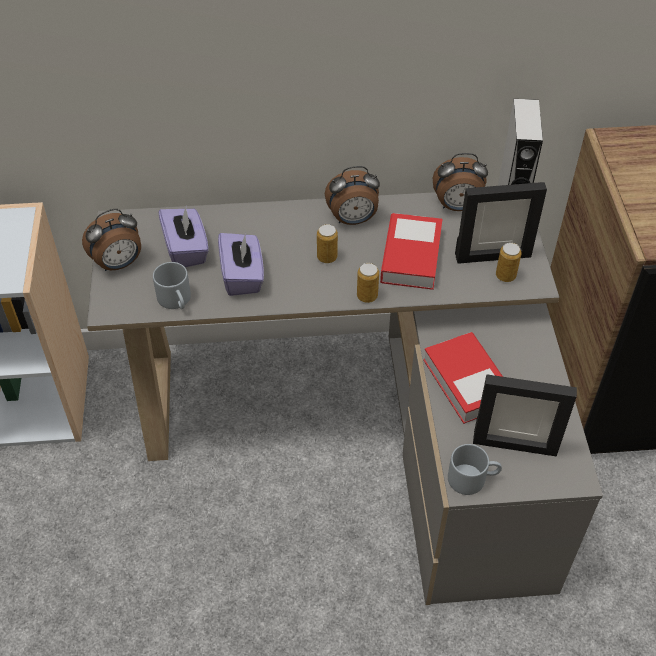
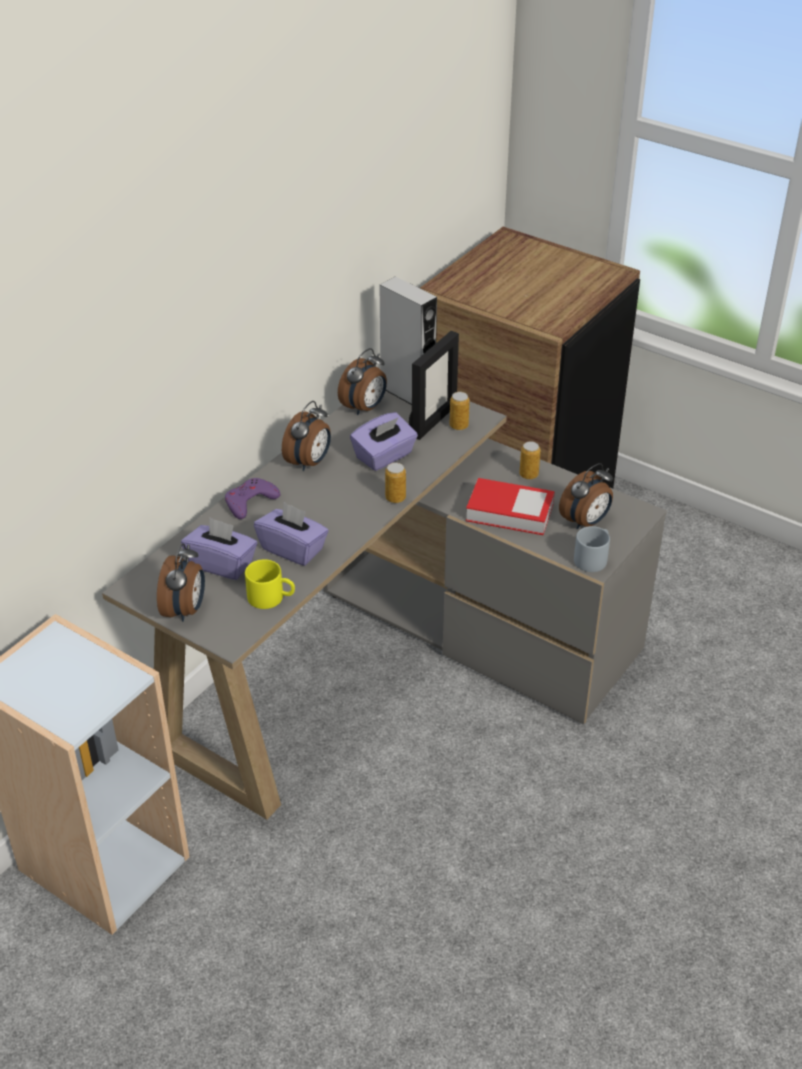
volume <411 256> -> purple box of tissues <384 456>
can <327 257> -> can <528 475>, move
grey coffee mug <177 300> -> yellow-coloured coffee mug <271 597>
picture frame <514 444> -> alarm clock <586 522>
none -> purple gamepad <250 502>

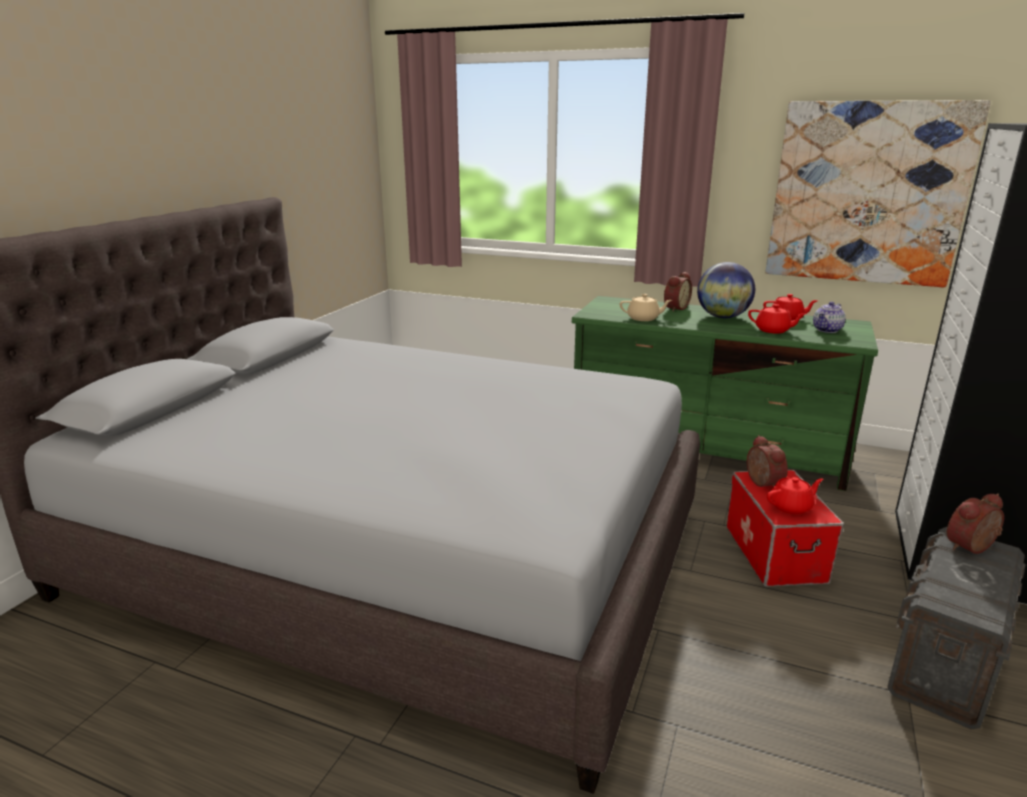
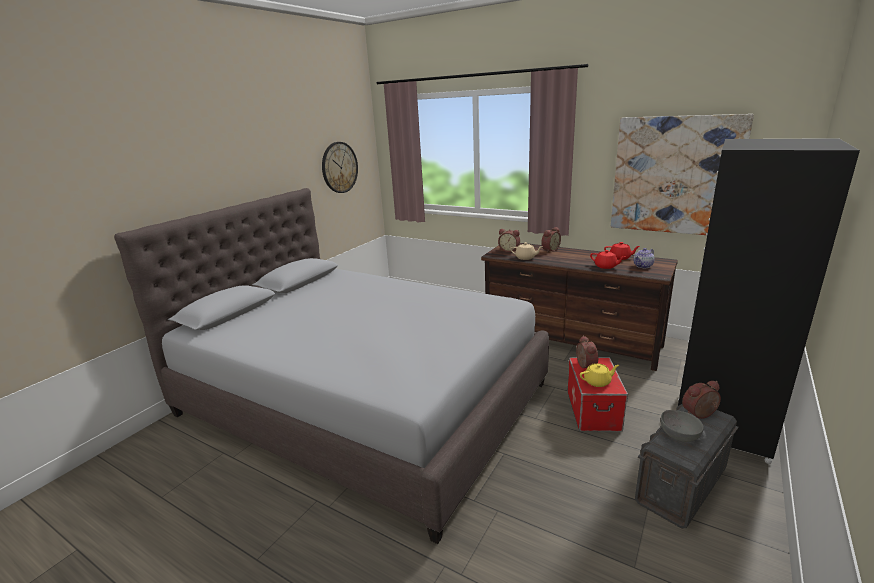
globe <722 317> -> none
greenish chest of drawers <706 450> -> brownish chest of drawers <571 340>
reddish teapot <791 507> -> yellow-coloured teapot <598 382>
none -> wall clock <339 167>
none -> alarm clock <509 250>
none -> grey serving bowl <678 435>

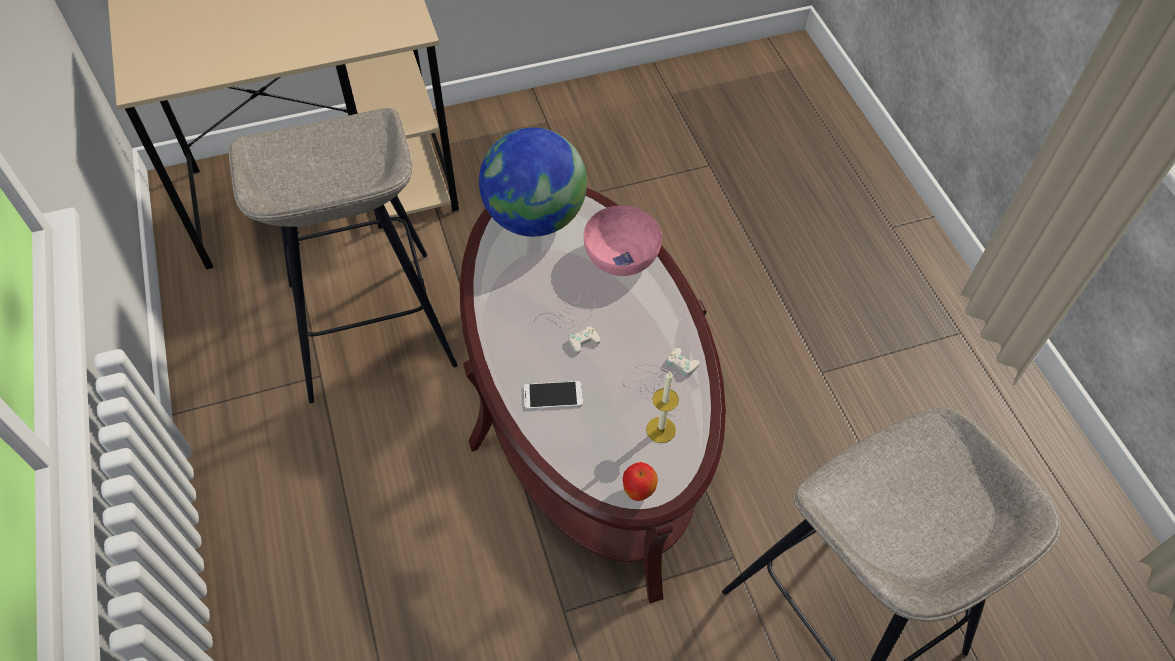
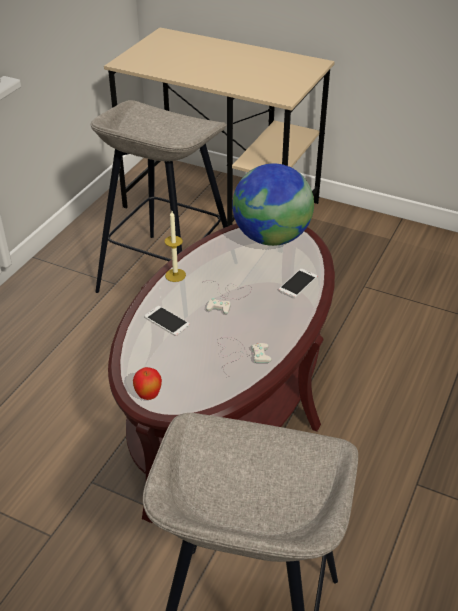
pinkish serving bowl <622 256> -> handset <298 283>
wax light <661 430> -> wax light <175 275>, move

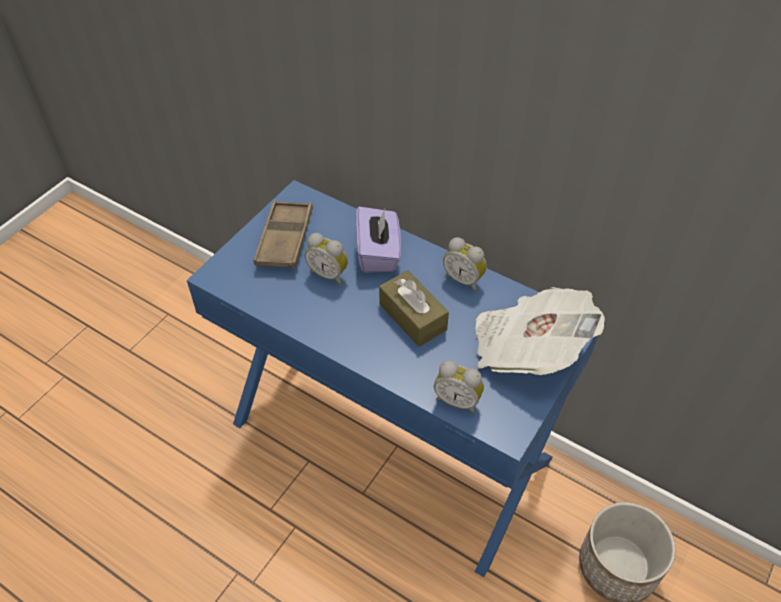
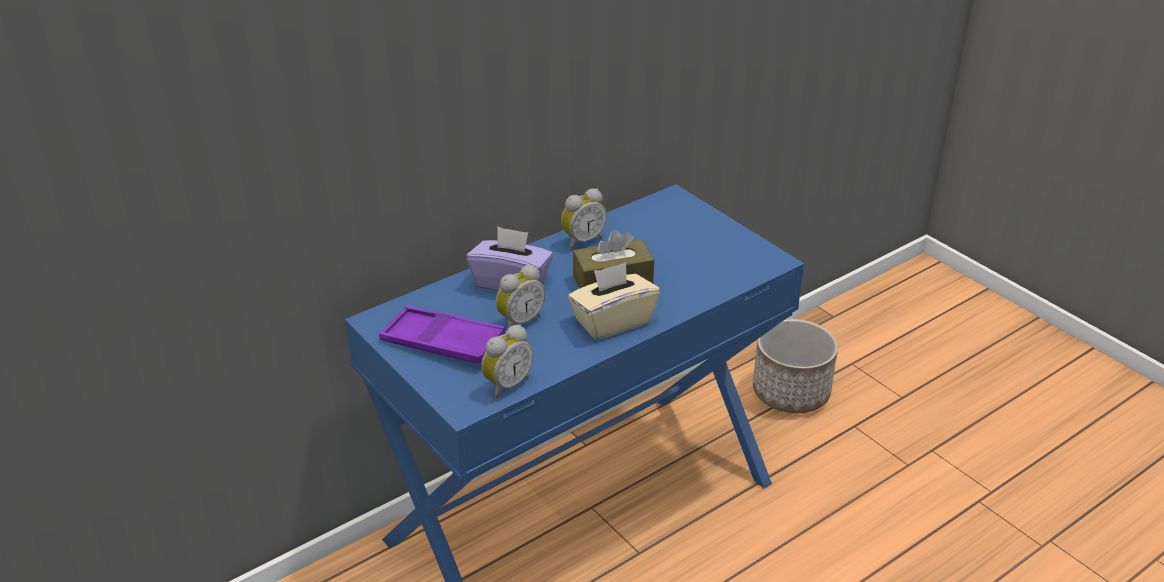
brownish carrying tray <285 239> -> purple carrying tray <442 342>
daily paper <528 348> -> none
alarm clock <458 400> -> alarm clock <506 384>, move
none -> beige box of tissues <612 321>

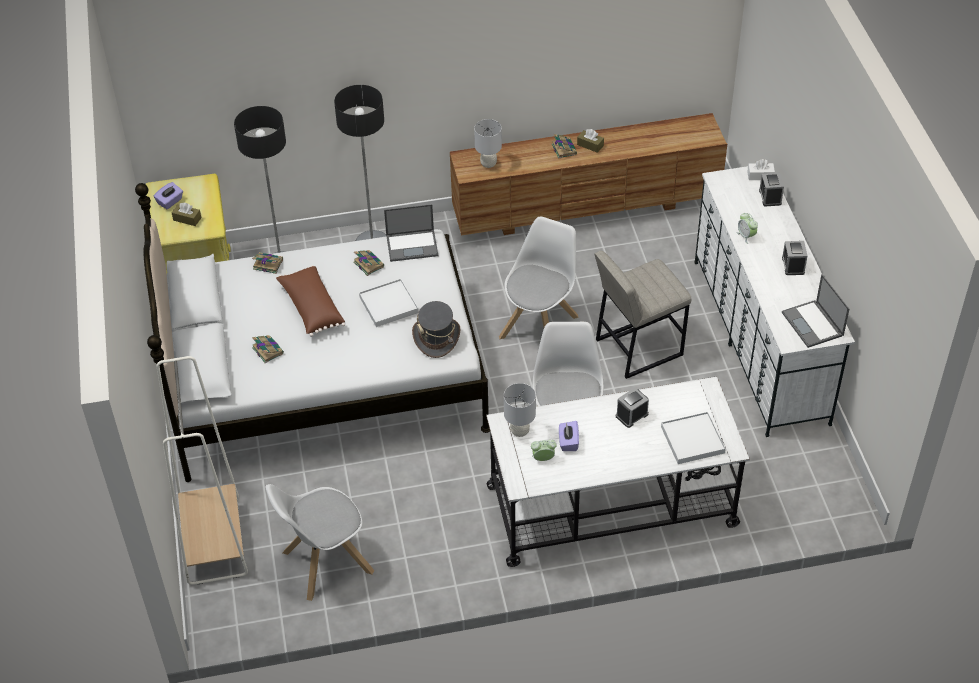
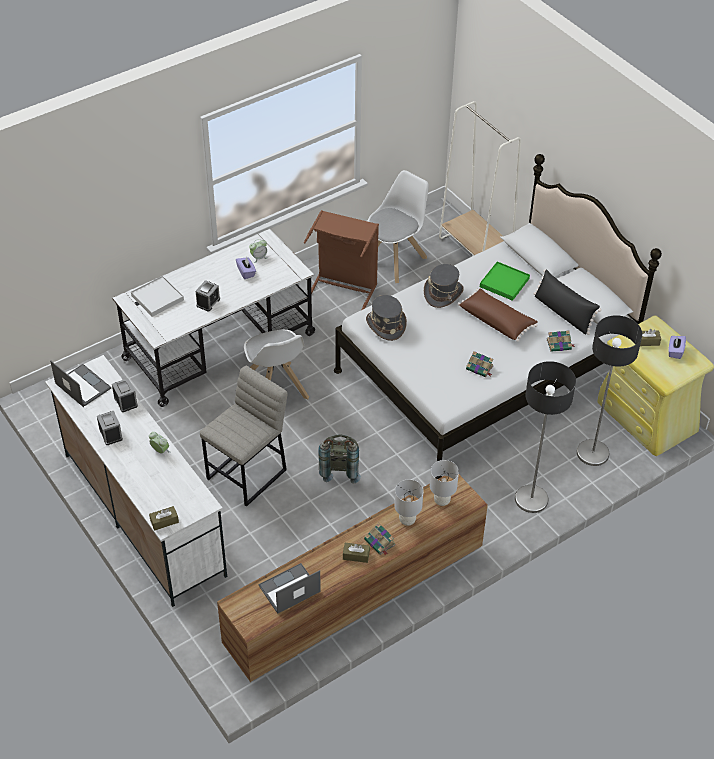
whitish box of tissues <760 175> -> brownish box of tissues <164 521>
alarm clock <770 197> -> alarm clock <125 401>, move
notebook computer <412 245> -> notebook computer <289 589>, move
plain chair <540 325> -> grey knapsack <339 468>
whitish carrying tray <389 305> -> none
volume <267 350> -> greenish carrying tray <504 282>
grey tabletop lamp <520 431> -> grey tabletop lamp <406 521>, move
none -> brownish washing basket <343 288>
none -> grey hat <443 293>
none -> black cushion <563 313>

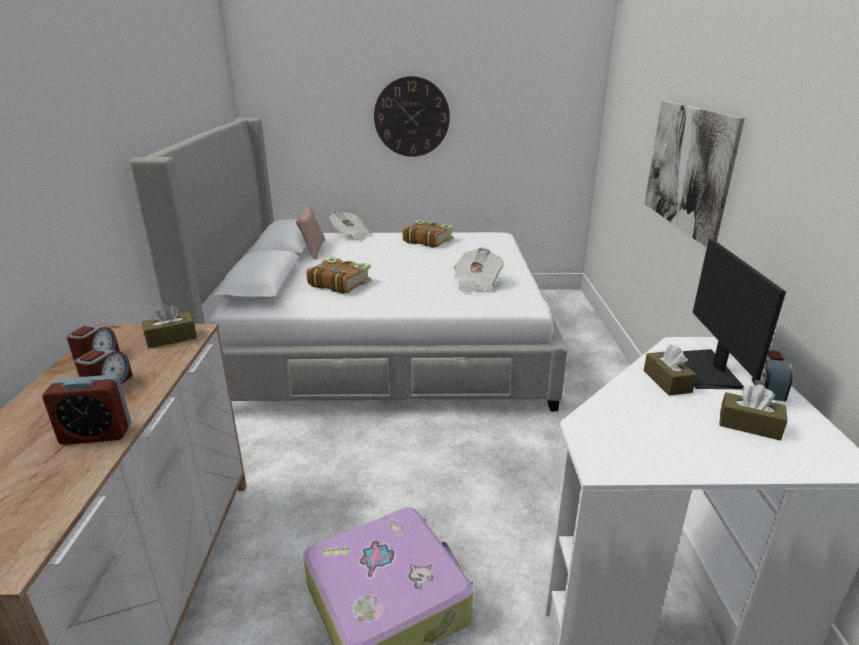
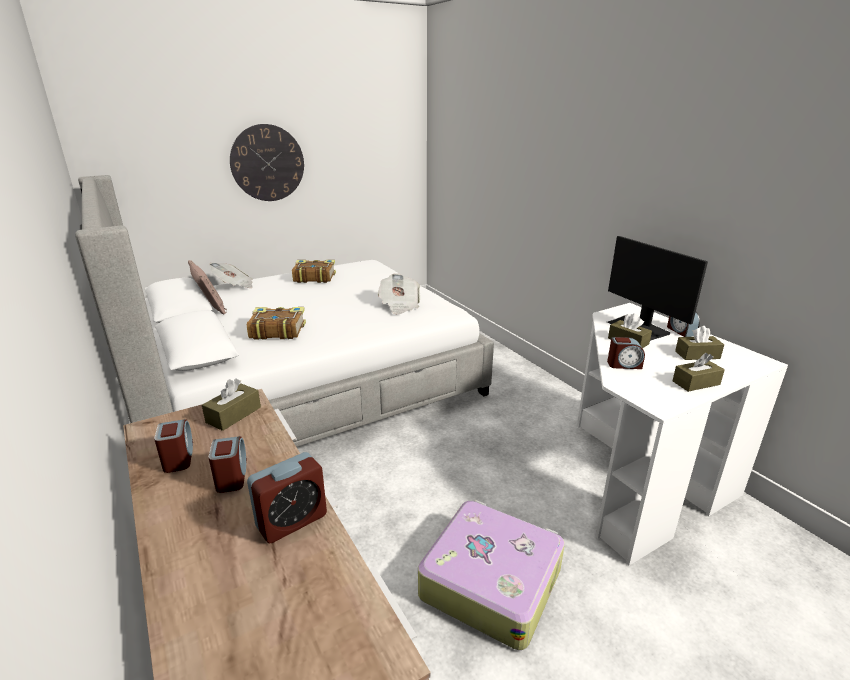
wall art <687 168> -> none
none -> alarm clock <624 364>
none -> brownish box of tissues <696 383>

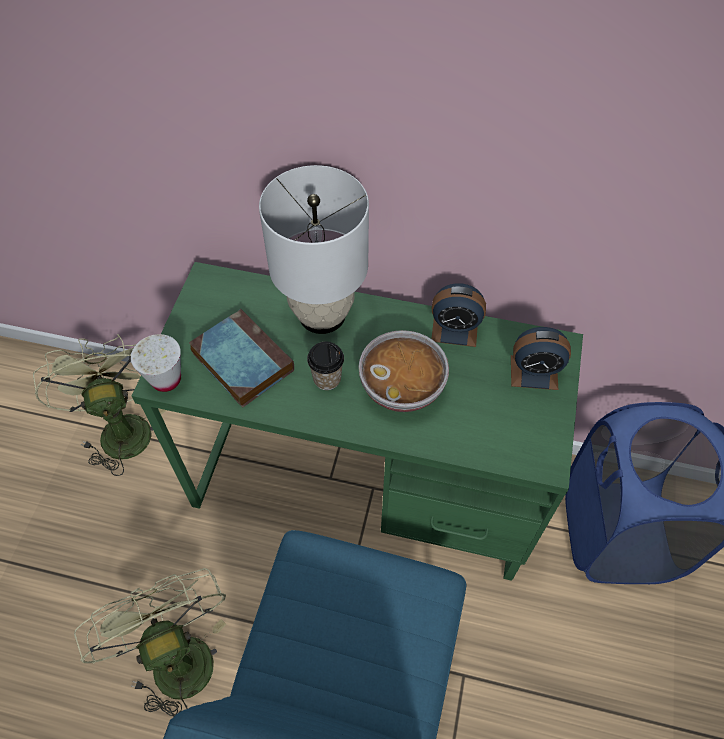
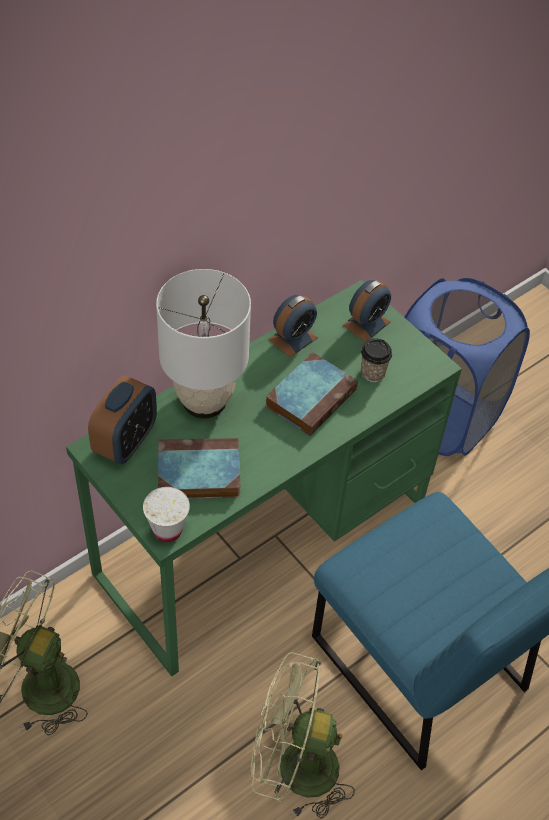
serving bowl <403 386> -> volume <311 397>
cup <327 379> -> cup <373 373>, move
none -> alarm clock <126 442>

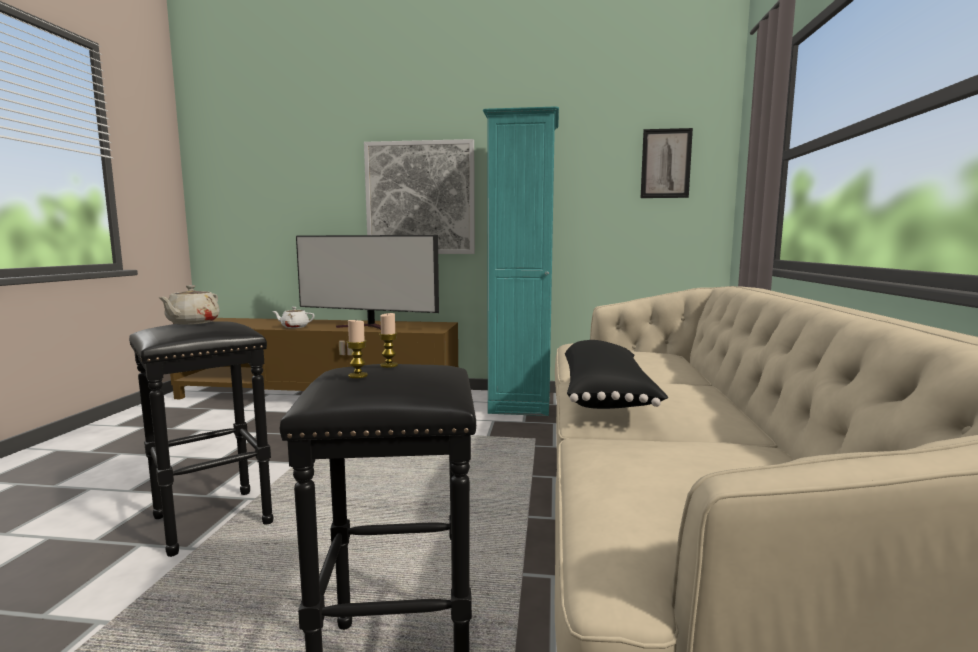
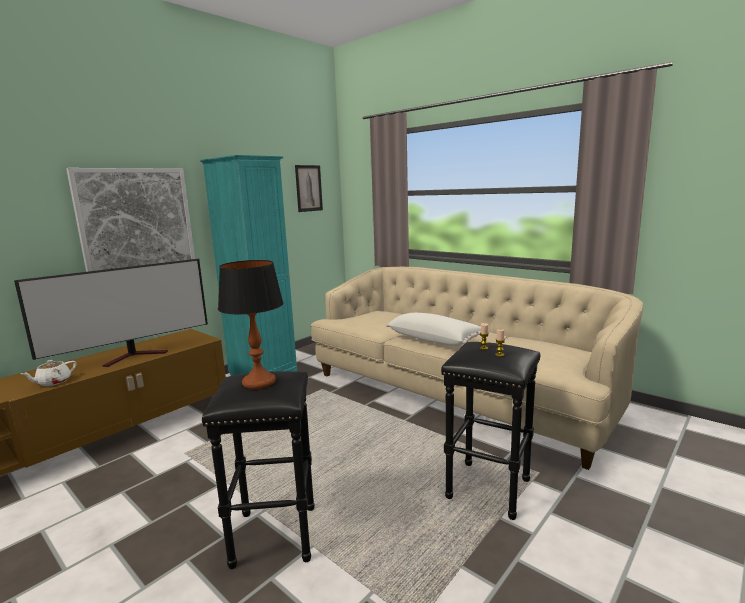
beige teapot <192 323> -> tabletop lamp <258 382>
black cushion <606 396> -> whitish cushion <435 339>

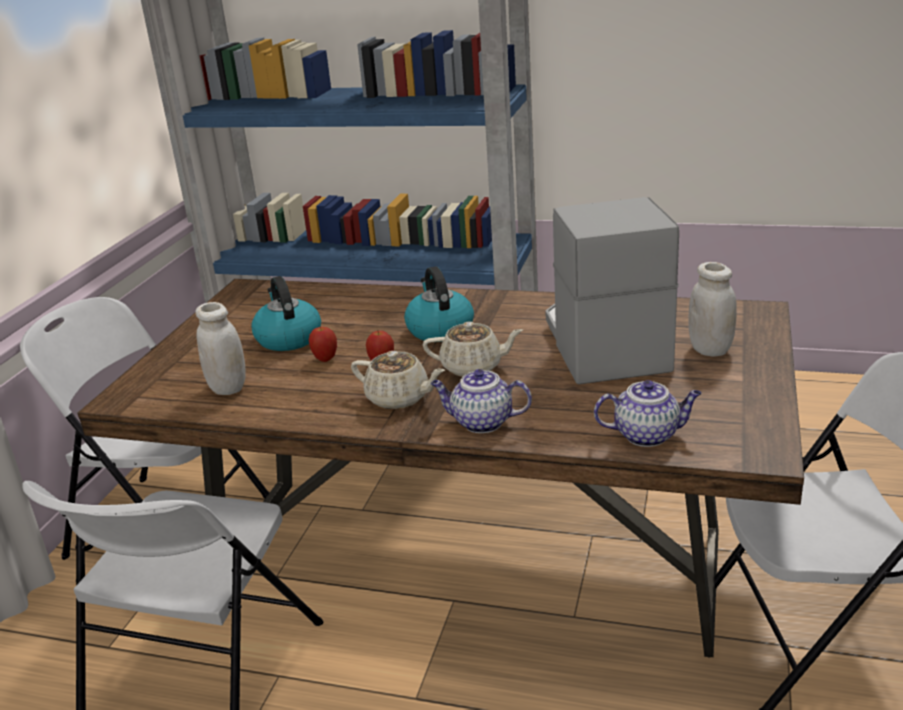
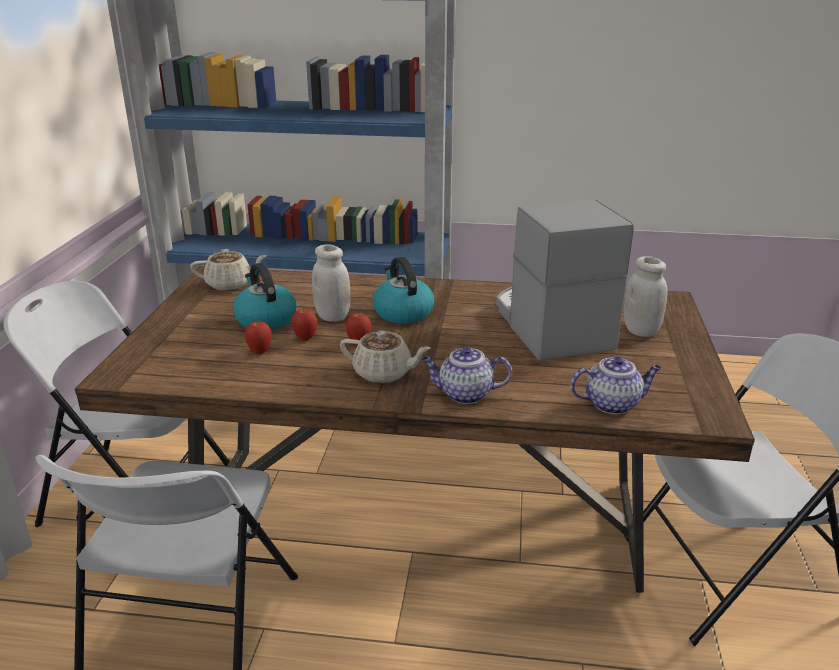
whitish preserve jar <228 388> -> whitish preserve jar <332 316>, move
beige teapot <473 367> -> beige teapot <230 284>, move
none -> apple fruit <260 351>

